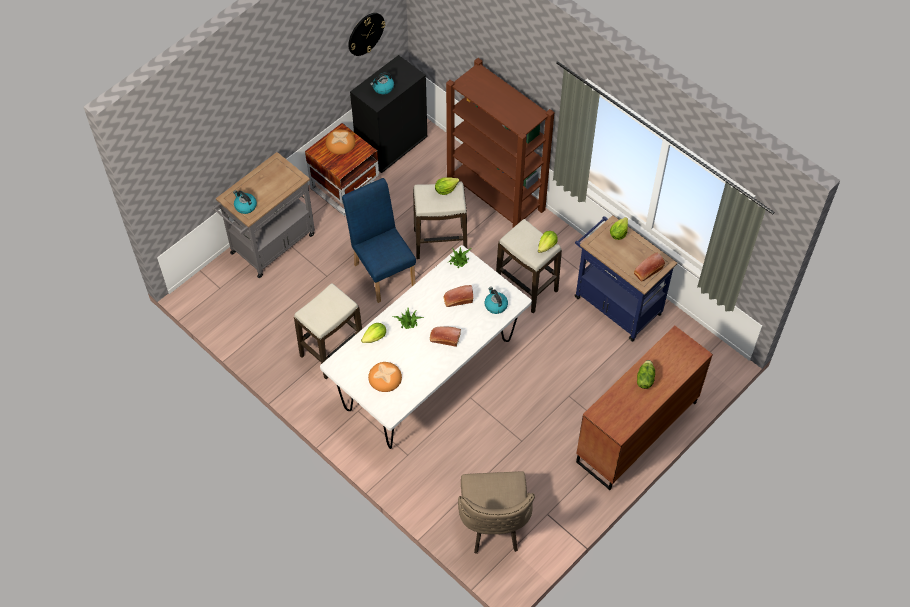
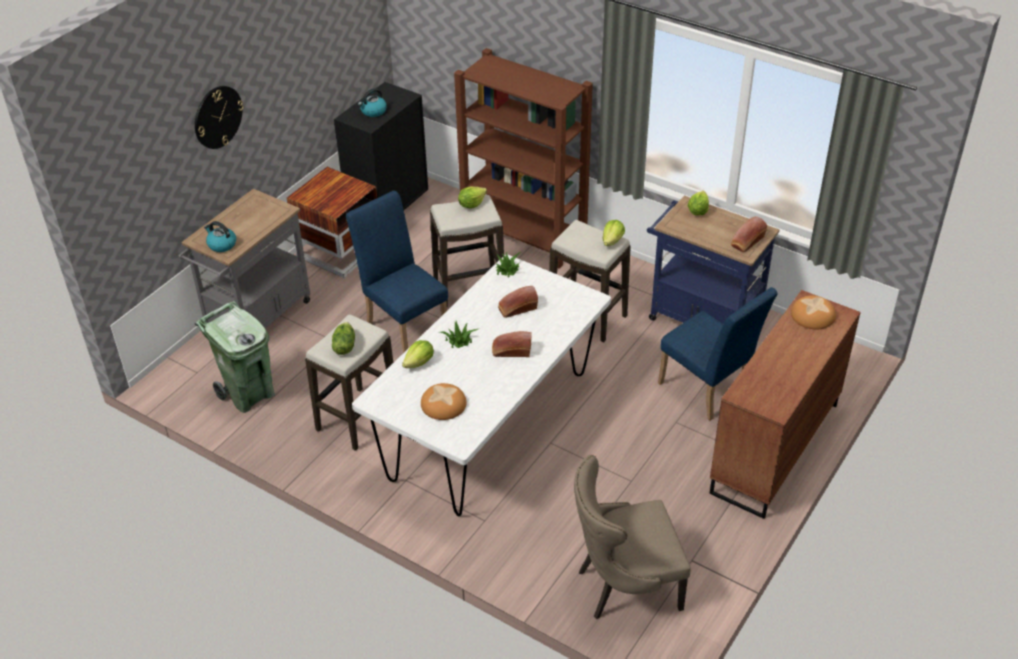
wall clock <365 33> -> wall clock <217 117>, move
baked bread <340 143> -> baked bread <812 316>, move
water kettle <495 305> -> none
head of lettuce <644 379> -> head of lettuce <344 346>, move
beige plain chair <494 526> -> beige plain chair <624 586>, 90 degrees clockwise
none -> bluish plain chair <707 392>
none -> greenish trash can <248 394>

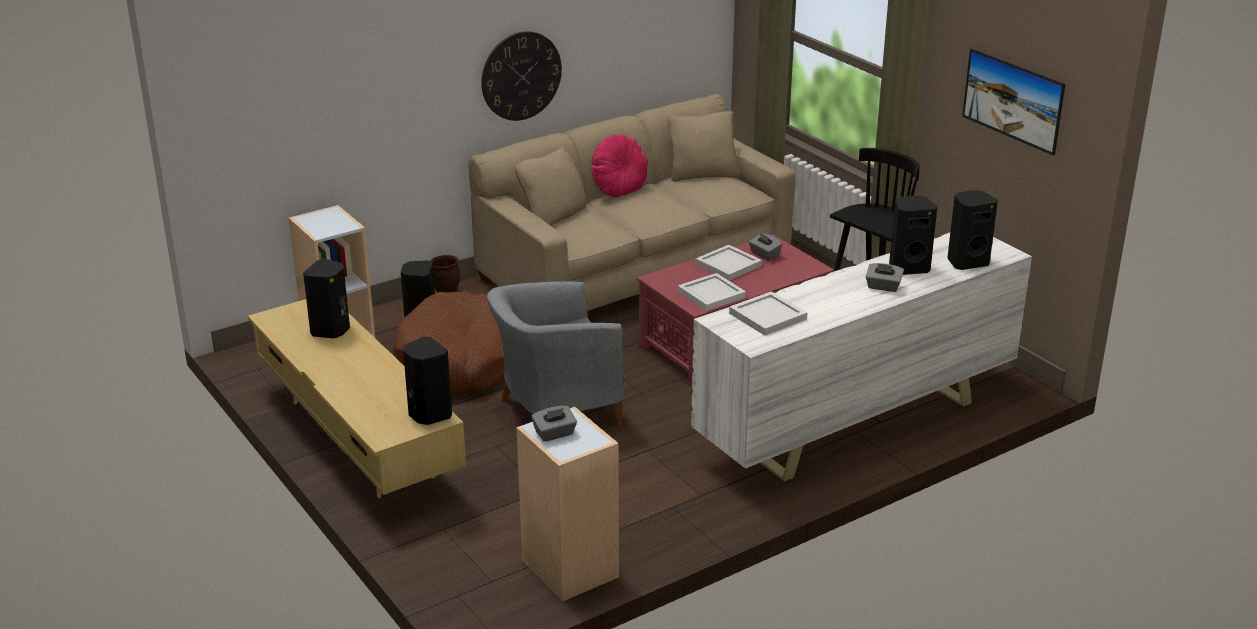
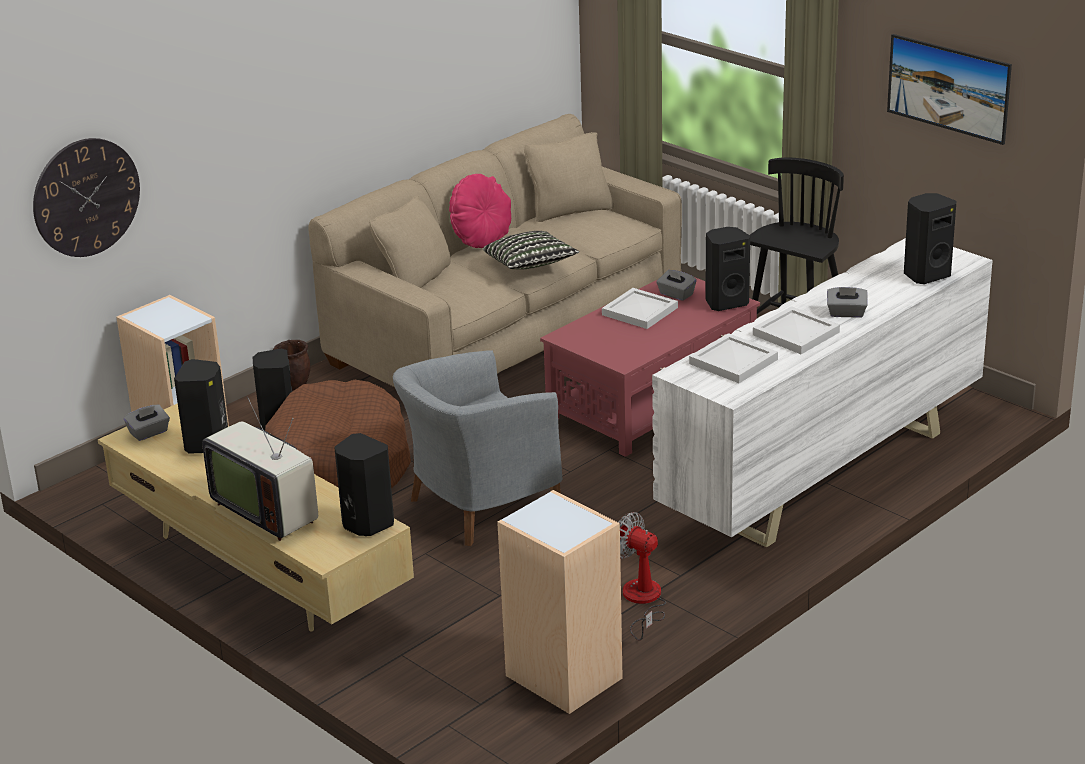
wall clock <521 76> -> wall clock <86 197>, move
black loudspeaker <908 268> -> black loudspeaker <725 302>, move
whitish carrying tray <710 294> -> whitish carrying tray <794 333>, move
grey box of tissues <554 434> -> grey box of tissues <149 433>, move
none -> cushion <530 265>
none -> TV <268 510>
none -> cooling fan <642 601>

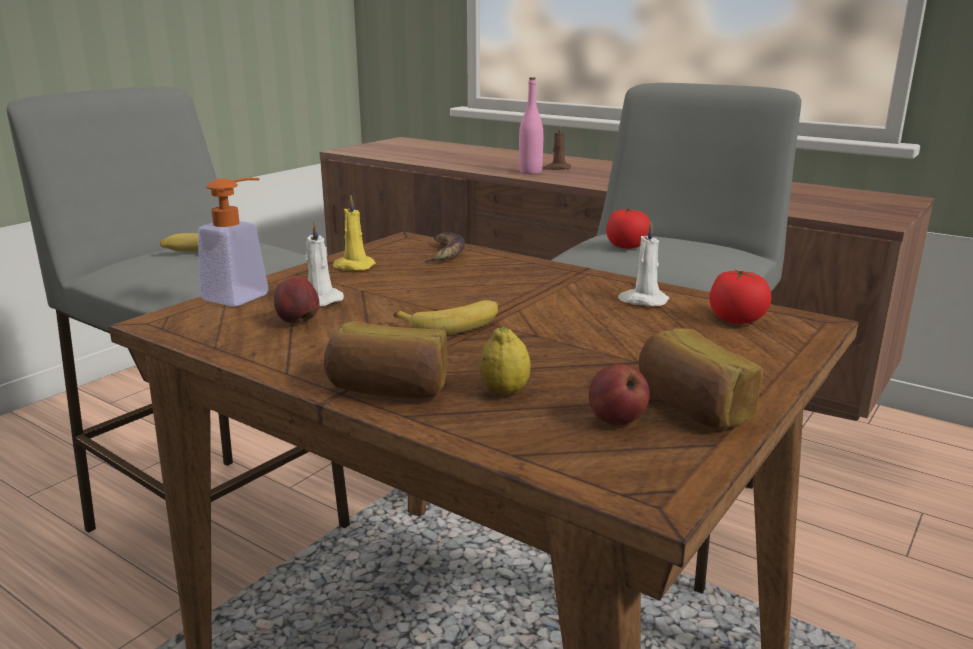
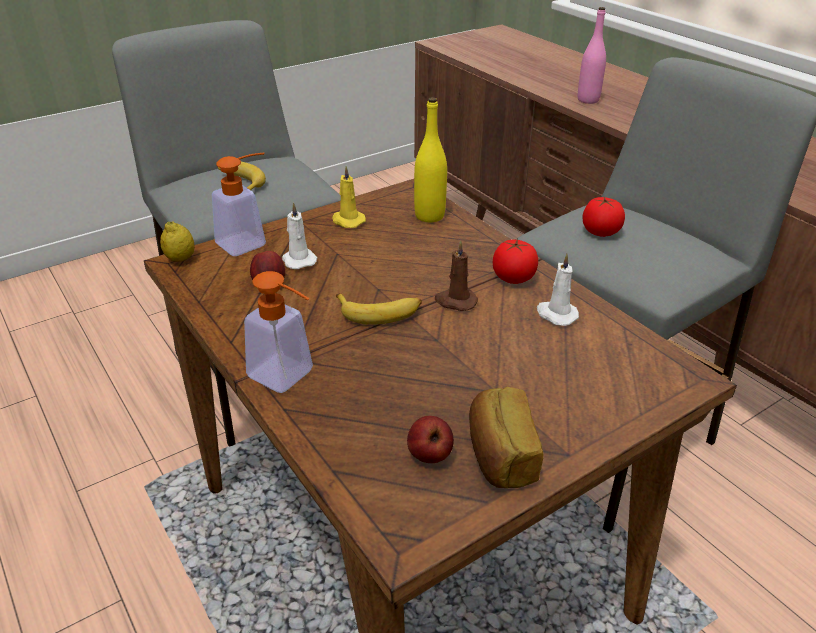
brownish wax light <557 168> -> brownish wax light <455 301>, move
banana <443 253> -> yellow-coloured drink bottle <429 216>
fresh tomato <736 319> -> fresh tomato <513 277>, move
baked bread <388 389> -> soap dispenser <288 378>
lemon <504 391> -> lemon <180 259>, move

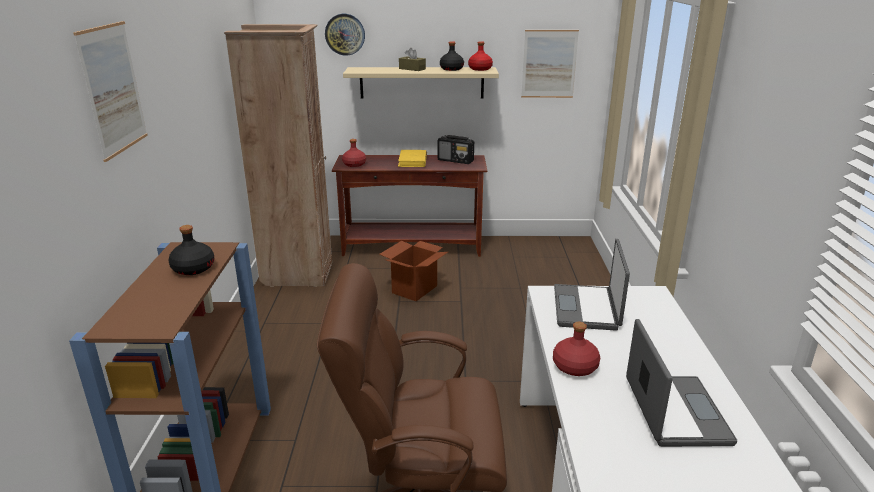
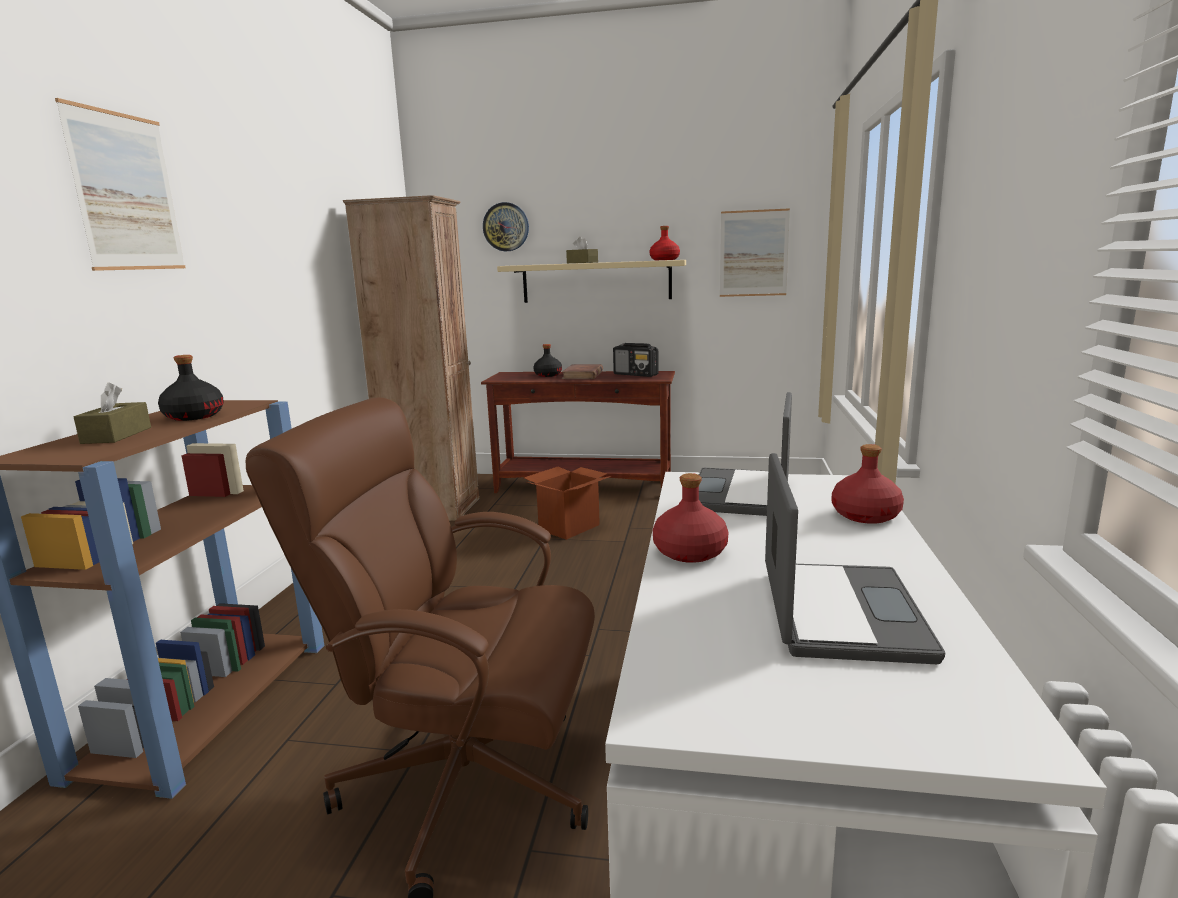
black drink bottle <451 69> -> black drink bottle <547 375>, move
reddish drink bottle <354 164> -> reddish drink bottle <866 515>, move
yellow-coloured volume <412 161> -> brownish volume <582 375>
none -> brownish box of tissues <117 435>

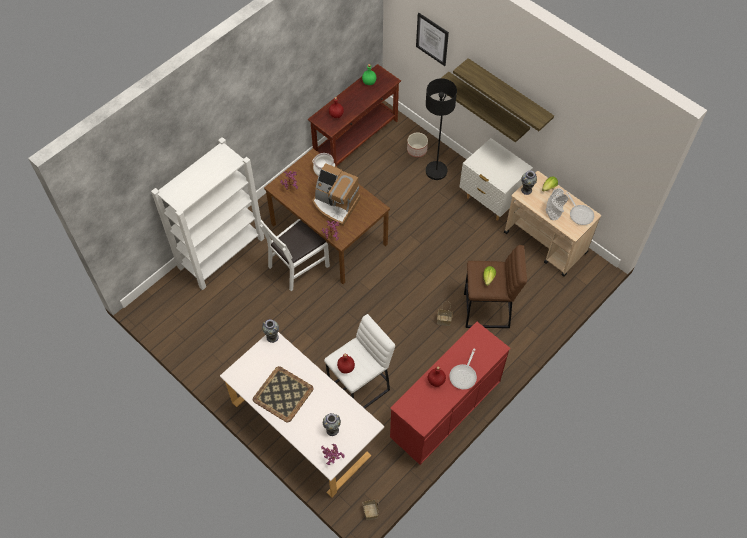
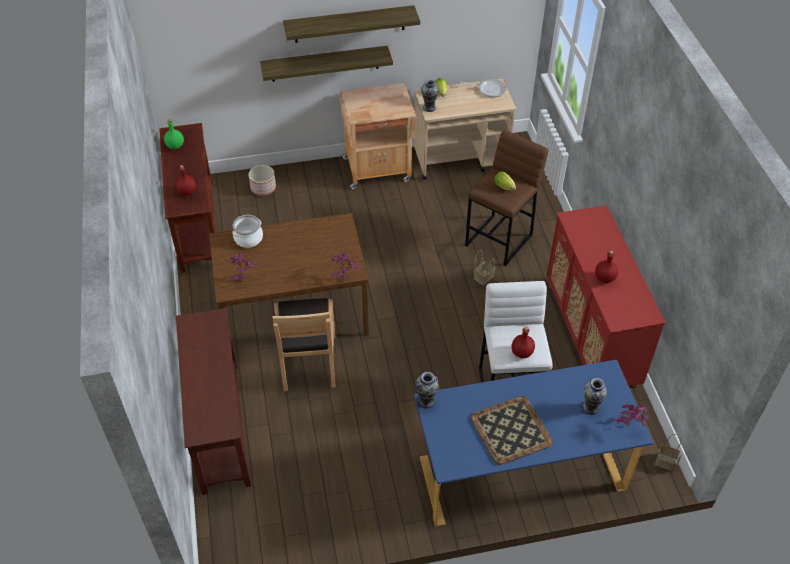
wall art <432 39> -> none
black standard lamp <434 176> -> none
whitish bookshelf <221 252> -> brownish hall table <220 427>
whitish night table <491 200> -> brownish wheeled cart <378 169>
coffee maker <335 204> -> none
grey decorative vase <553 212> -> none
whitish plain chair <298 265> -> brownish plain chair <308 362>
whitish desk <304 427> -> bluish desk <520 468>
frying pan <464 375> -> none

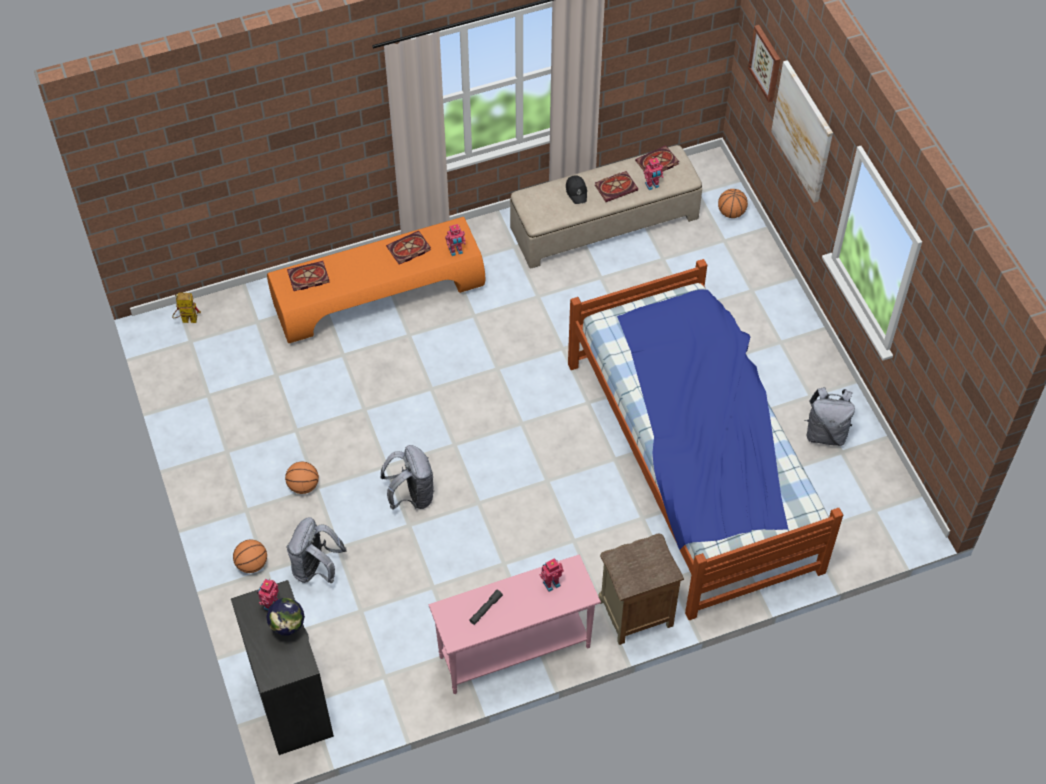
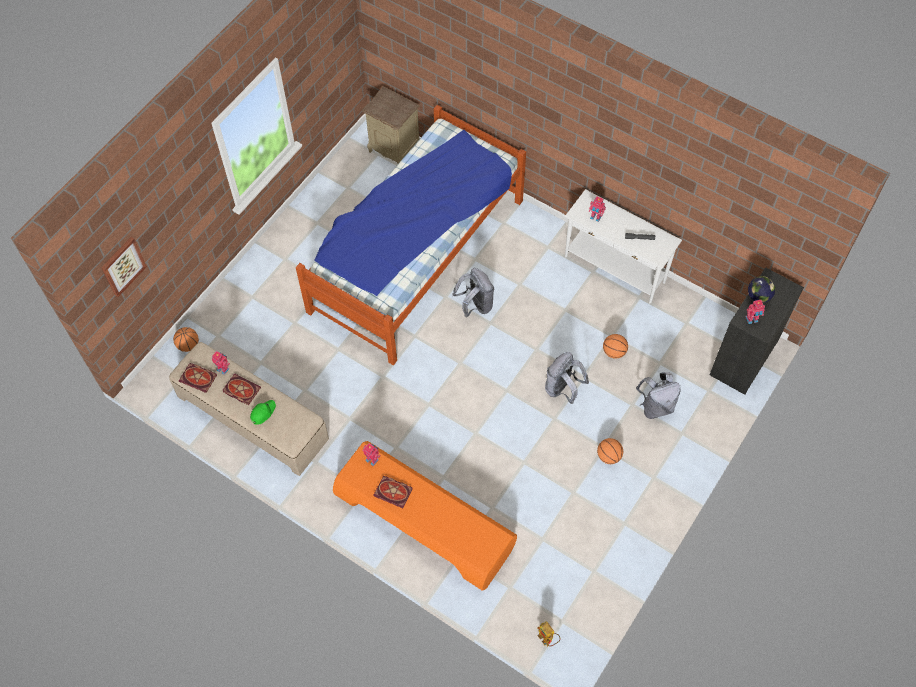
wall art <803 131> -> none
black peaked cap <577 191> -> greenish peaked cap <262 412>
volume <307 278> -> none
grey knapsack <825 433> -> grey knapsack <475 305>, move
beige night table <635 612> -> beige night table <394 150>, move
basketball <252 564> -> basketball <614 352>, move
pinkish hall table <514 653> -> whitish hall table <615 269>

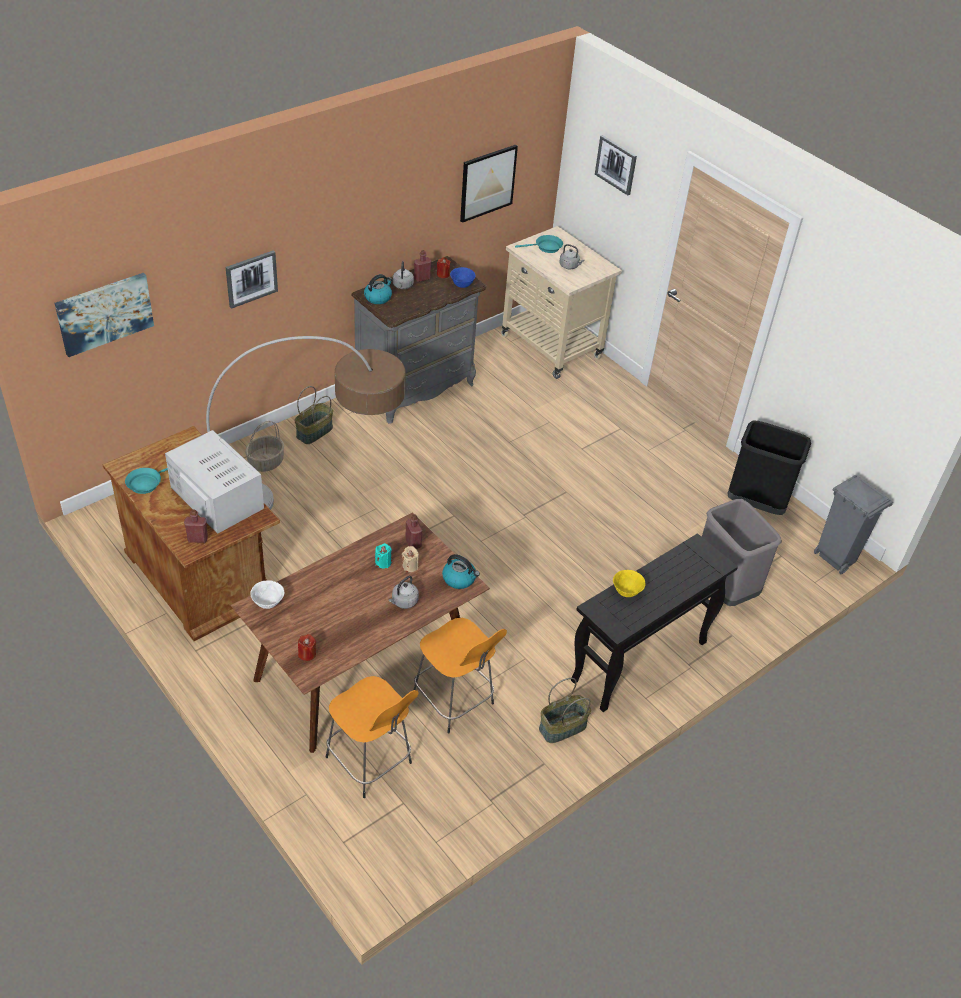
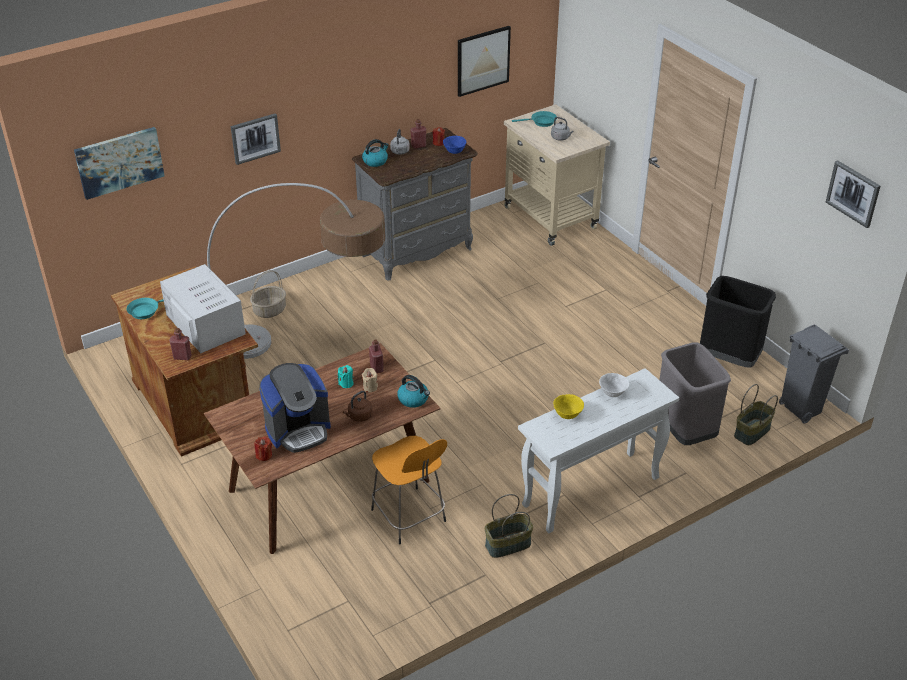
wall art <616 164> -> wall art <853 193>, move
household basket <314 432> -> household basket <752 432>, move
black hall table <638 662> -> whitish hall table <590 492>
grey water kettle <403 602> -> brownish water kettle <359 416>
whitish serving bowl <268 603> -> whitish serving bowl <613 393>, move
orange stool seat <370 762> -> none
none -> coffee maker <298 430>

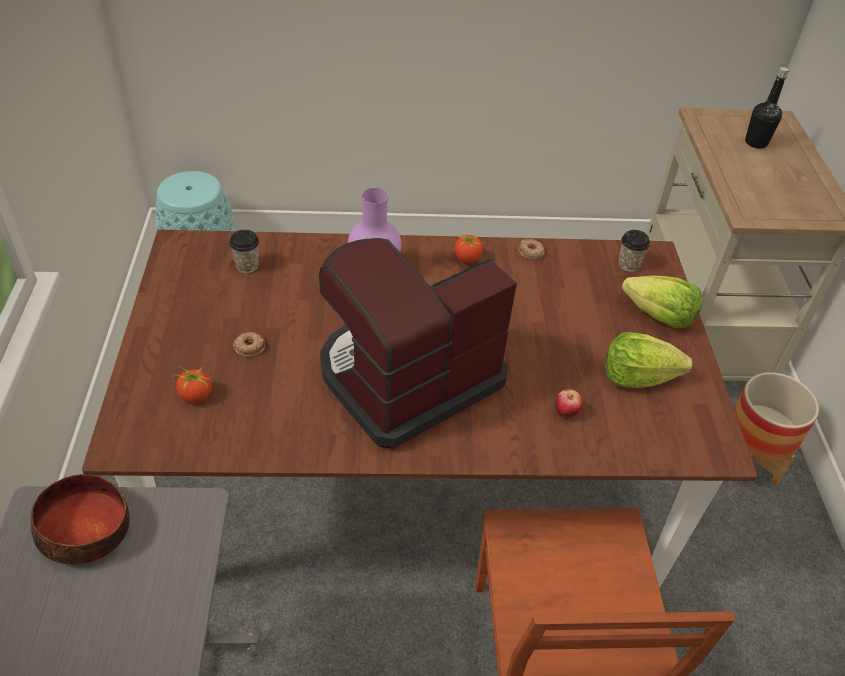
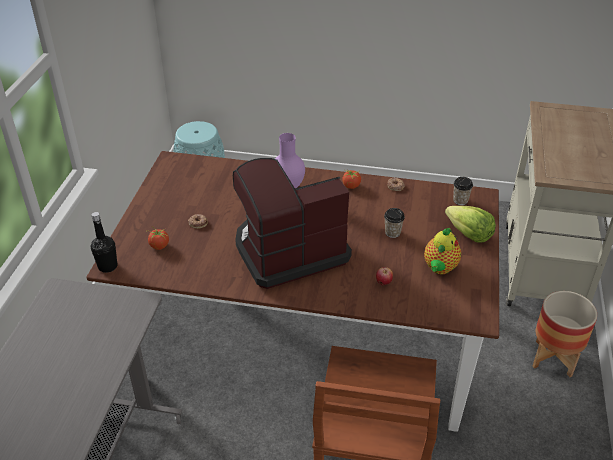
black drink bottle <756 143> -> black drink bottle <107 266>, move
cup <247 266> -> cup <392 232>, move
head of lettuce <637 377> -> teapot <439 268>
serving bowl <87 530> -> none

